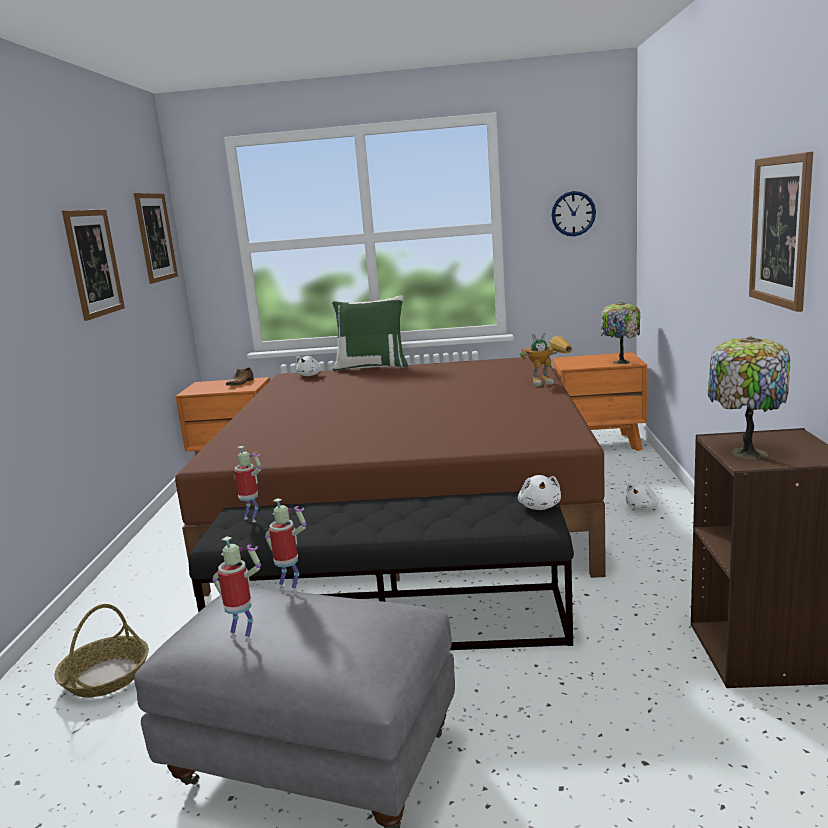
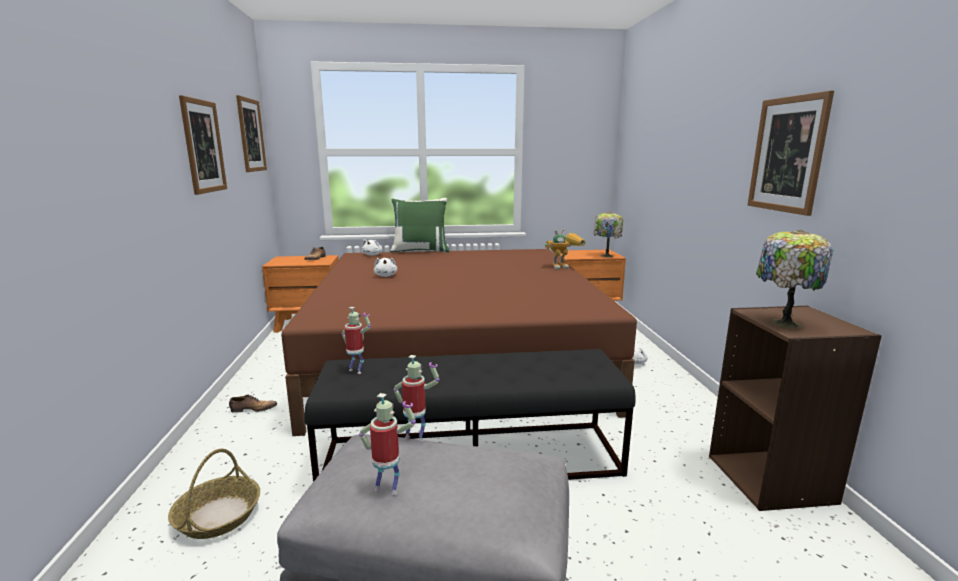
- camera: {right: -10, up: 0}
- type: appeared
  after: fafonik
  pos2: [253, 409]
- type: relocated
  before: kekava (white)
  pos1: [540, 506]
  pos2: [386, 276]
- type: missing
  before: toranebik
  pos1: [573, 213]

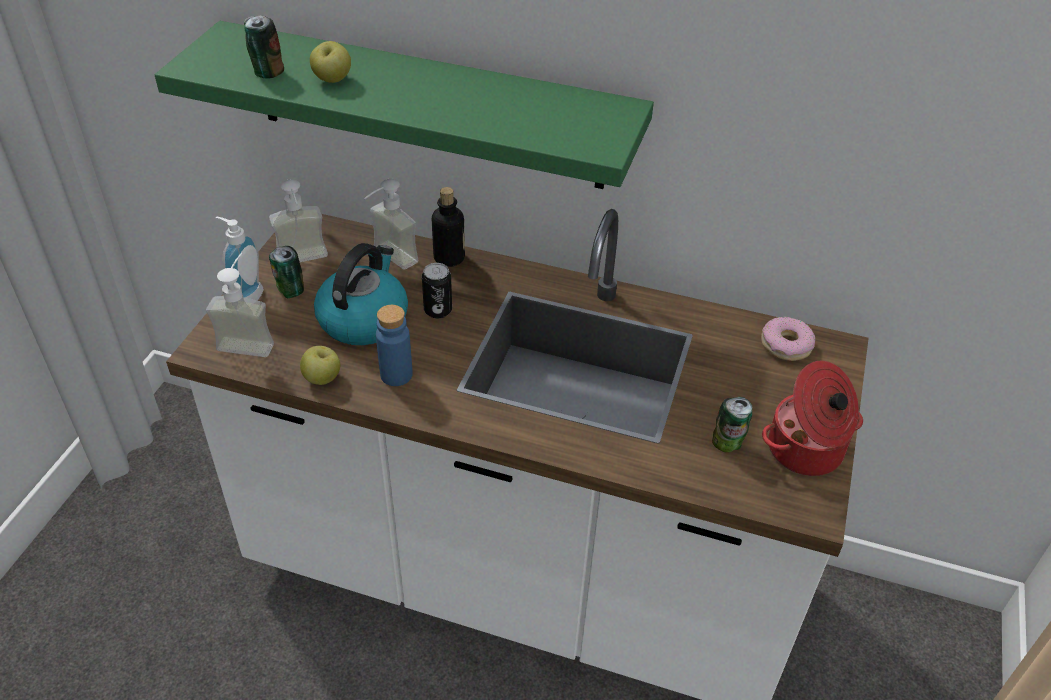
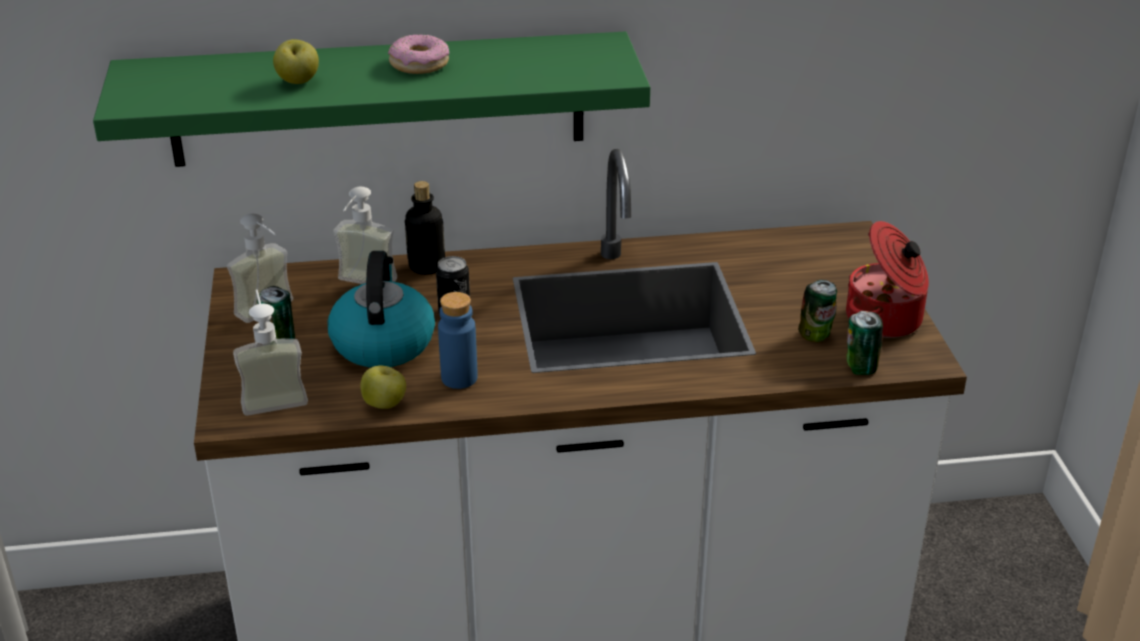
- camera: {right: -25, up: -10}
- type: relocated
  before: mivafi
  pos1: [785, 345]
  pos2: [419, 64]
- type: relocated
  before: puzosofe
  pos1: [267, 72]
  pos2: [860, 367]
- type: missing
  before: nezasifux
  pos1: [245, 296]

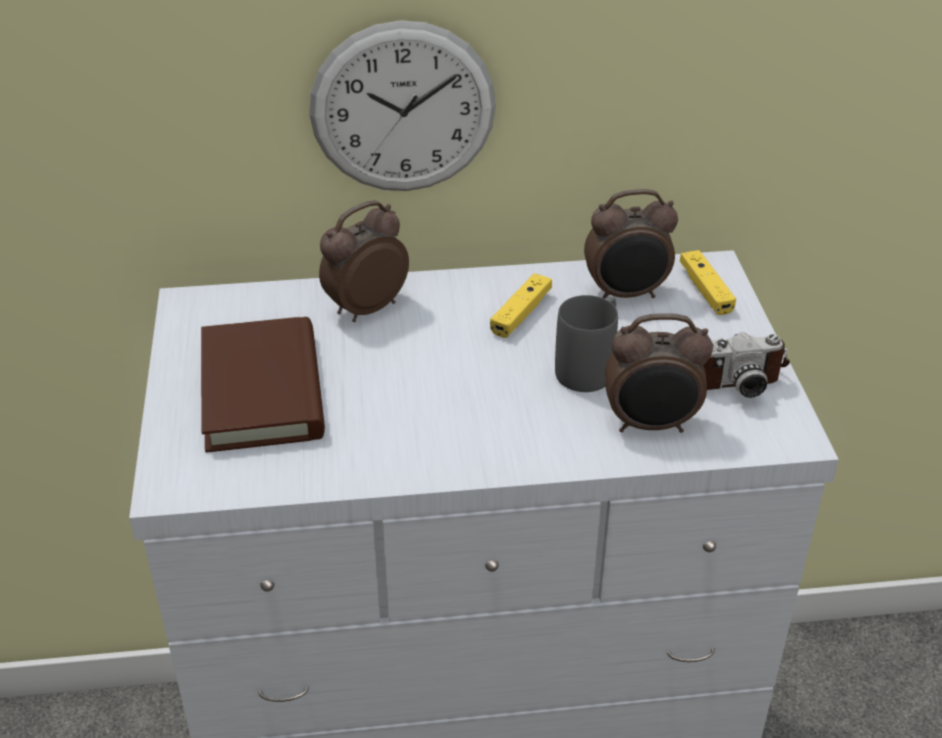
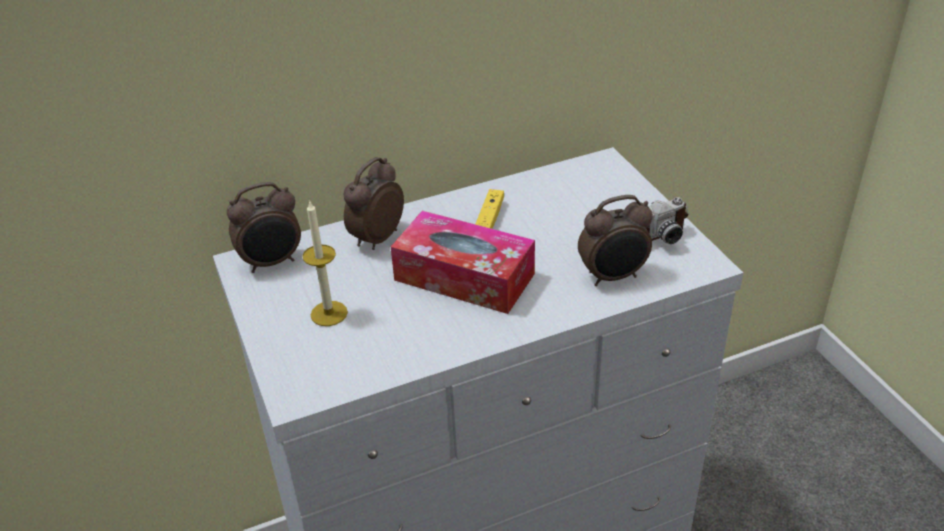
- camera: {right: -15, up: 0}
- type: relocated
  before: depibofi
  pos1: [626, 294]
  pos2: [272, 262]
- type: exchanged
  before: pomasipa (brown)
  after: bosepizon
  pos1: [262, 391]
  pos2: [329, 313]
- type: appeared
  after: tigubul
  pos2: [464, 277]
- type: missing
  before: toranebik
  pos1: [403, 109]
- type: missing
  before: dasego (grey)
  pos1: [590, 366]
- type: missing
  before: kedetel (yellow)
  pos1: [705, 290]

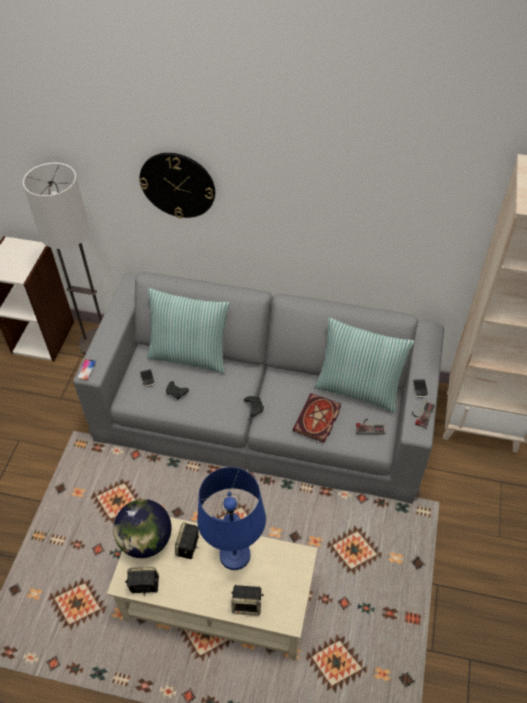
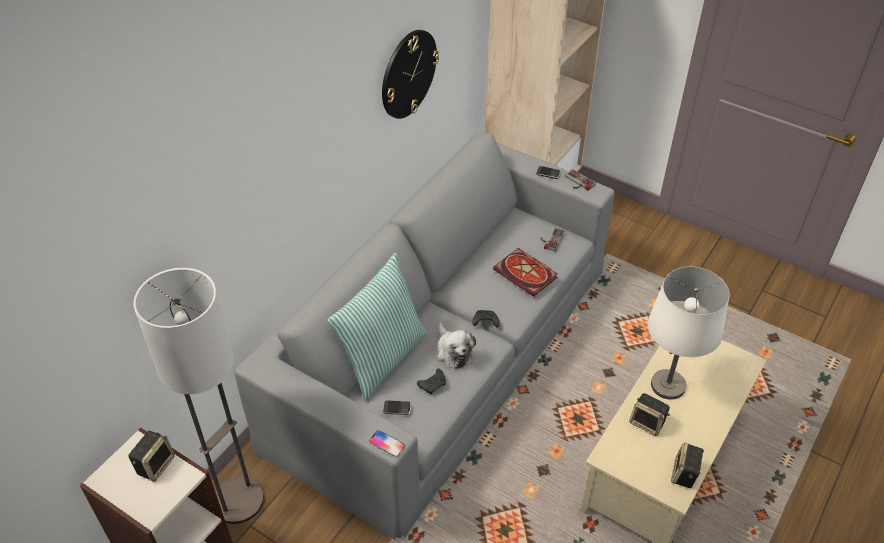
- camera: {right: -70, up: -5}
- type: relocated
  before: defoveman
  pos1: [247, 605]
  pos2: [155, 464]
- type: relocated
  before: toranebik
  pos1: [177, 185]
  pos2: [408, 74]
- type: appeared
  after: kekava
  pos2: [453, 351]
- type: colour
  before: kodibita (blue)
  after: kodibita (white)
  pos1: [235, 555]
  pos2: [667, 385]
- type: missing
  before: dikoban
  pos1: [145, 541]
- type: missing
  before: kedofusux
  pos1: [358, 389]

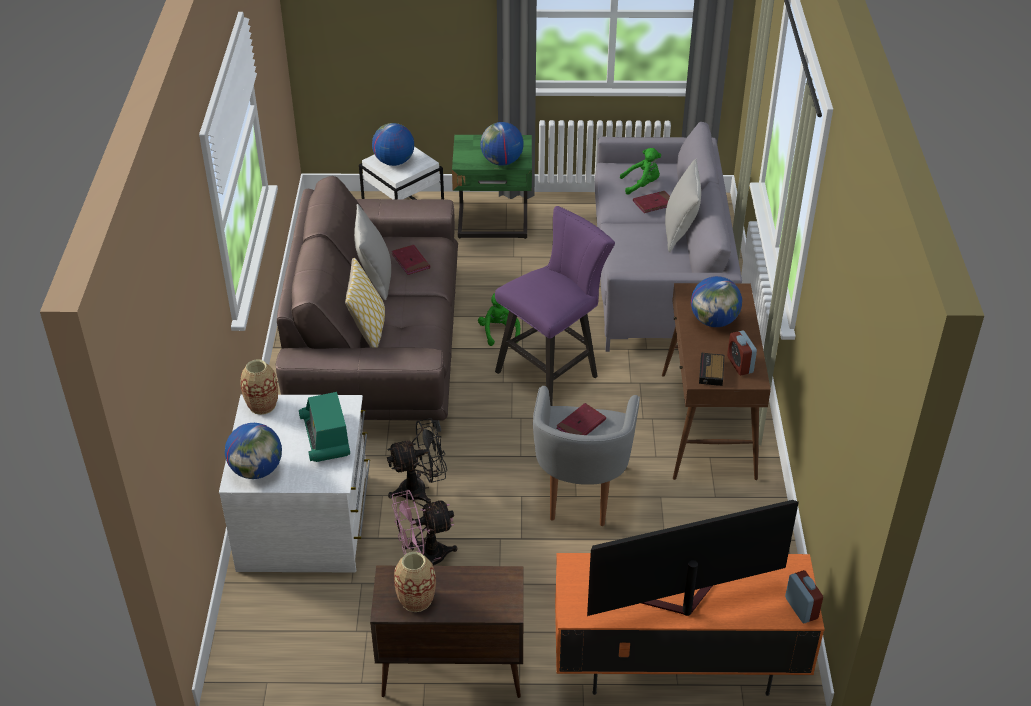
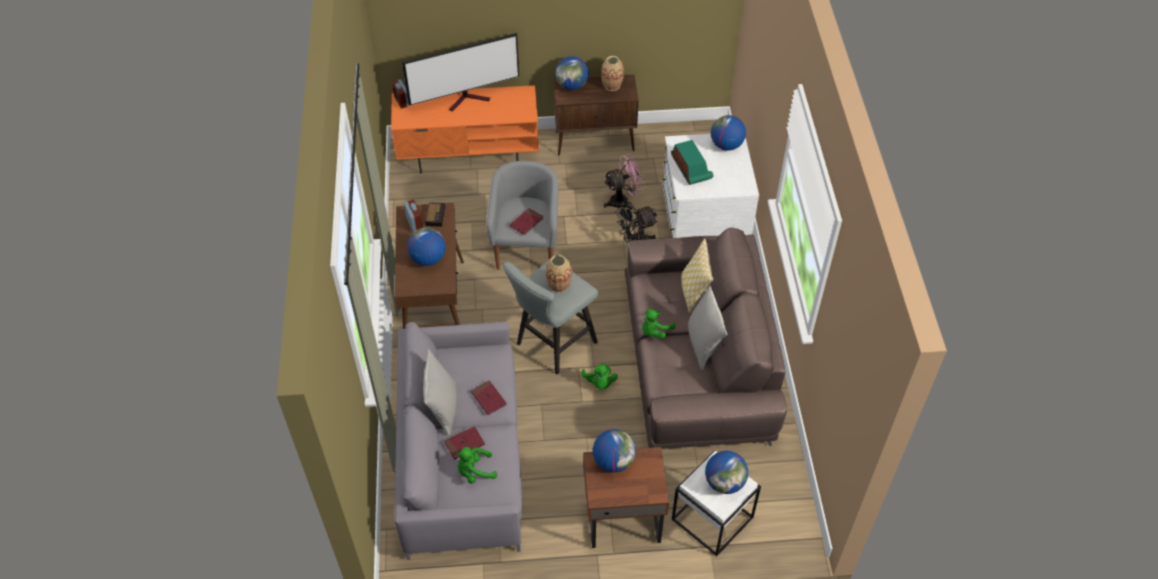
- camera: {right: 175, up: 10}
- type: relocated
  before: pomasipa (red)
  pos1: [410, 261]
  pos2: [488, 399]
- type: colour
  before: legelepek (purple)
  after: legelepek (grey)
  pos1: [552, 372]
  pos2: [552, 345]
- type: relocated
  before: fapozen
  pos1: [262, 405]
  pos2: [559, 285]
- type: appeared
  after: dikoban
  pos2: [572, 86]
- type: colour
  before: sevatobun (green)
  after: sevatobun (brown)
  pos1: [493, 224]
  pos2: [622, 519]
- type: appeared
  after: kekava (green)
  pos2: [655, 331]

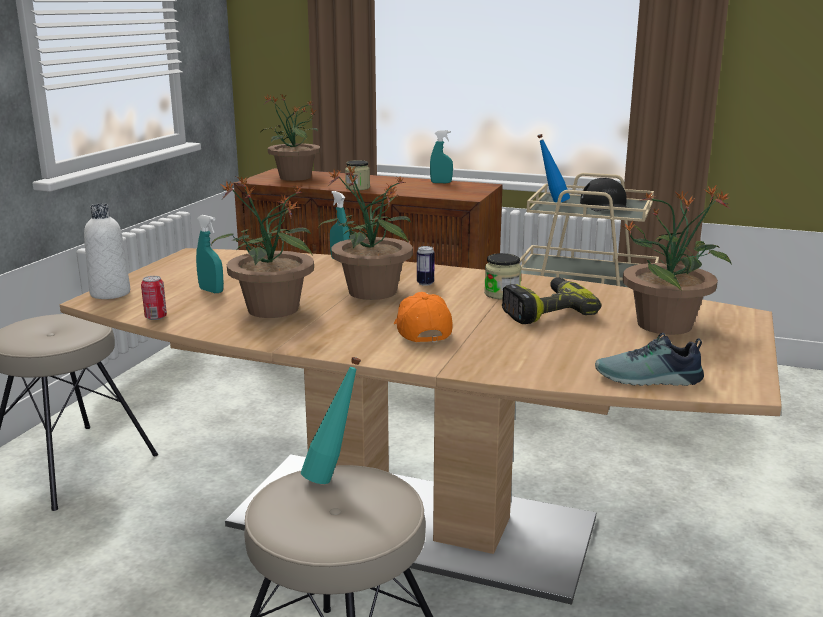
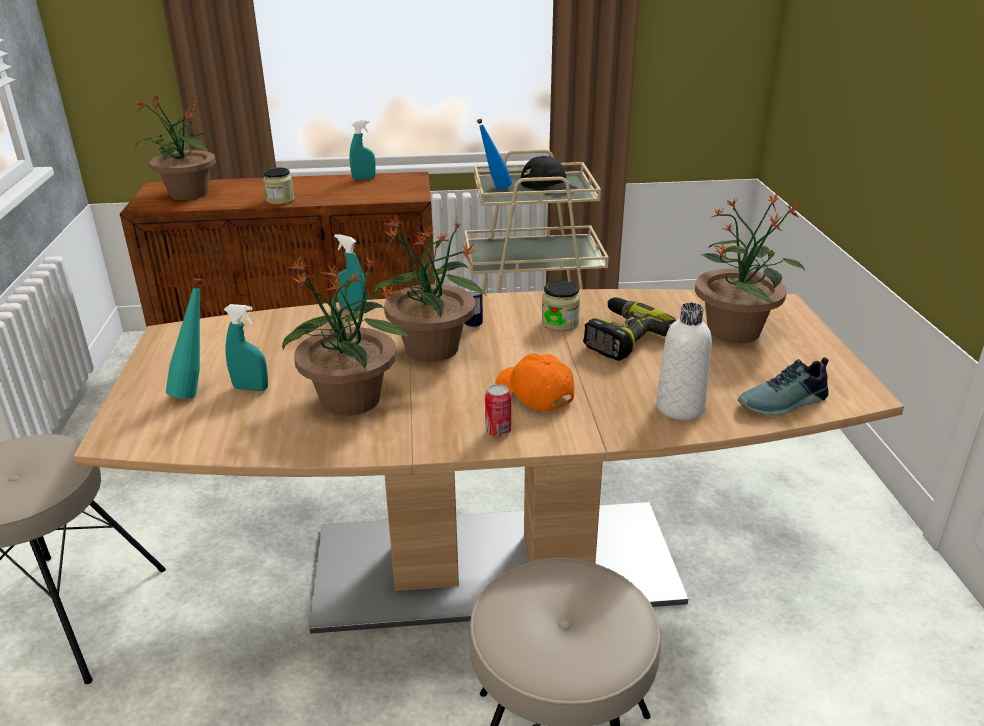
- camera: {right: -25, up: 10}
- type: relocated
  before: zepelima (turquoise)
  pos1: [333, 477]
  pos2: [196, 391]
- type: relocated
  before: puzosofe
  pos1: [156, 317]
  pos2: [498, 431]
- type: relocated
  before: zepelima (white)
  pos1: [110, 293]
  pos2: [680, 407]

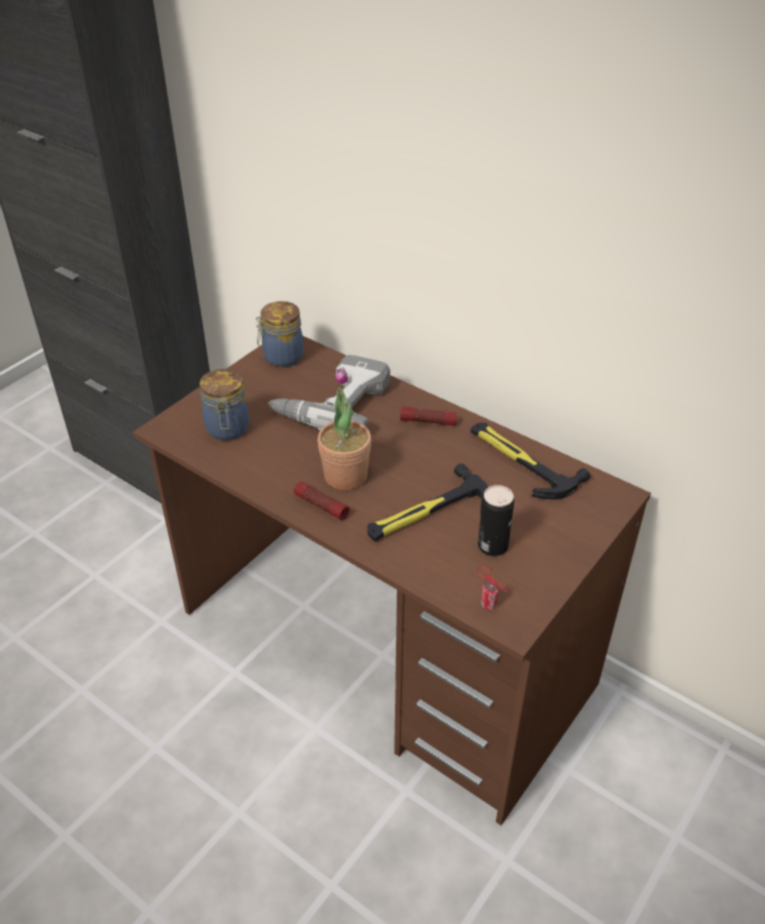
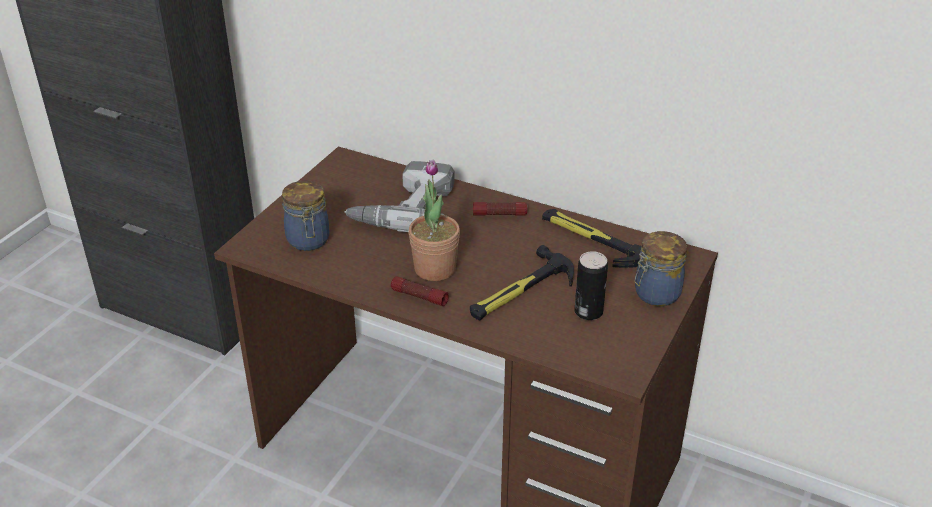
- camera: {right: -10, up: -5}
- type: relocated
  before: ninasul
  pos1: [281, 357]
  pos2: [655, 294]
- type: missing
  before: puzosofe
  pos1: [490, 606]

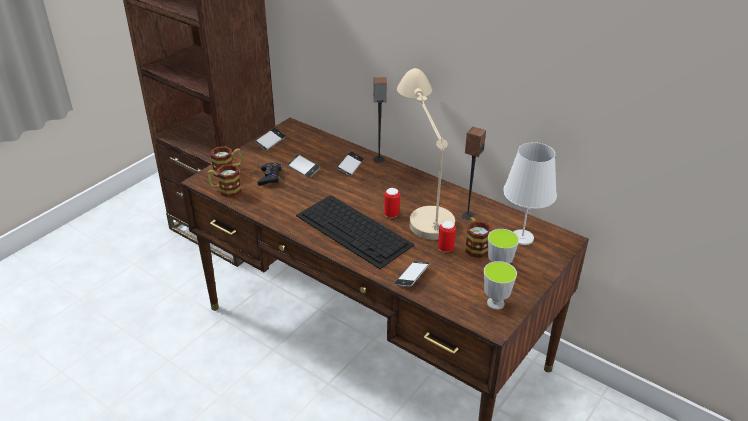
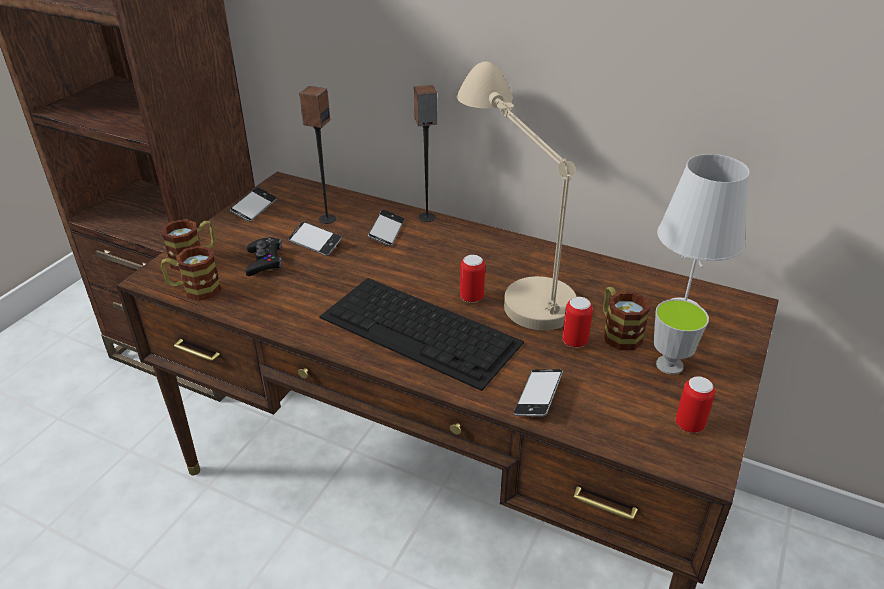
- camera: {right: -10, up: 0}
- type: relocated
  before: defoveman
  pos1: [467, 215]
  pos2: [326, 219]
- type: exchanged
  before: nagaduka
  after: puzosofe
  pos1: [495, 303]
  pos2: [689, 425]

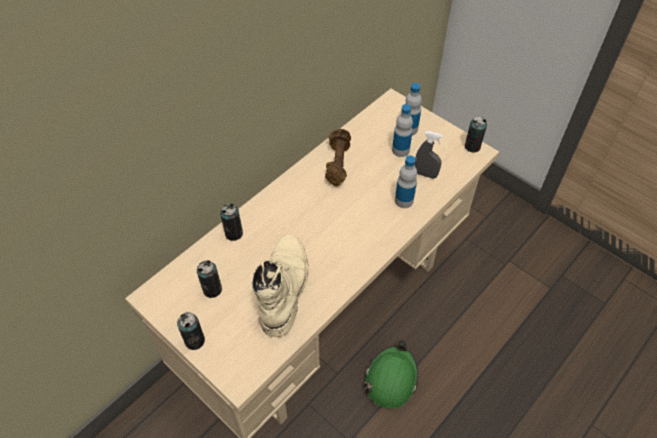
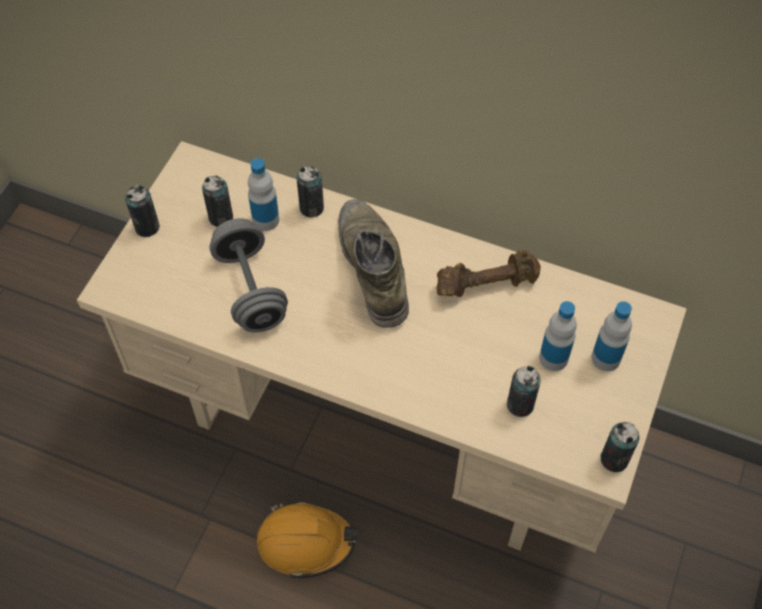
- camera: {right: 70, up: 5}
- type: exchanged
  before: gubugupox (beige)
  after: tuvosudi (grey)
  pos1: [284, 287]
  pos2: [250, 290]
- type: relocated
  before: zepelima
  pos1: [404, 200]
  pos2: [265, 220]
- type: colour
  before: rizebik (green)
  after: rizebik (orange)
  pos1: [391, 379]
  pos2: [306, 542]
- type: appeared
  after: gubugupox (green)
  pos2: [373, 266]
- type: exchanged
  before: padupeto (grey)
  after: puzosofe
  pos1: [425, 174]
  pos2: [520, 405]

